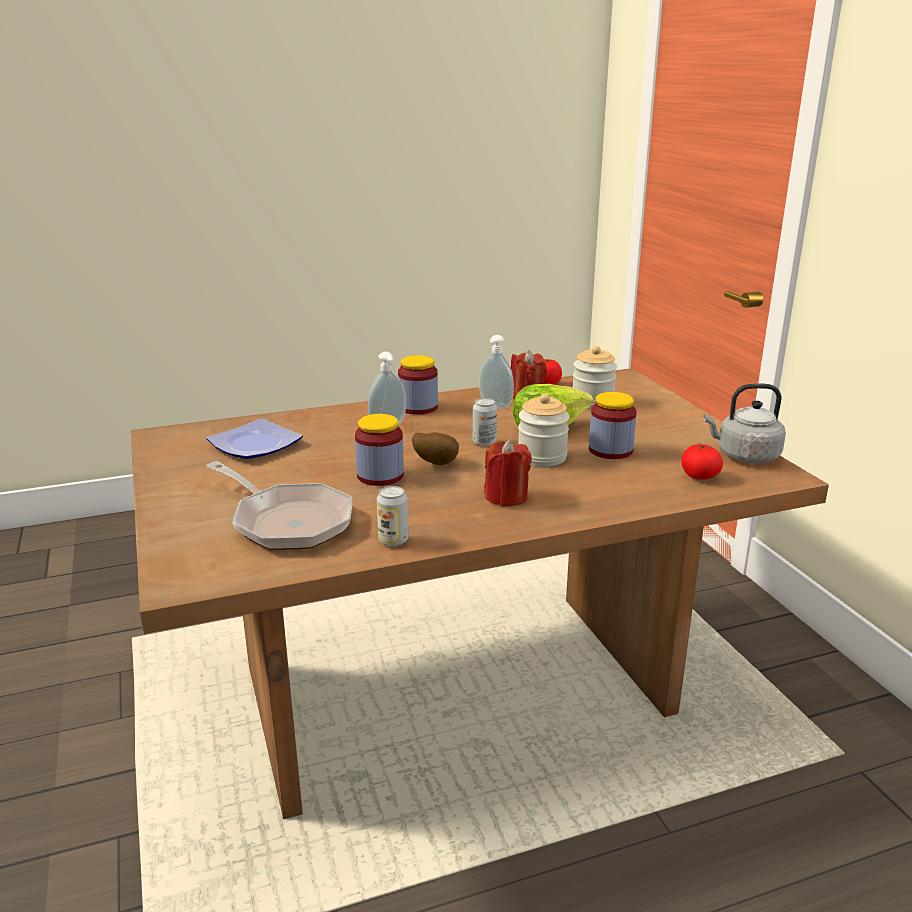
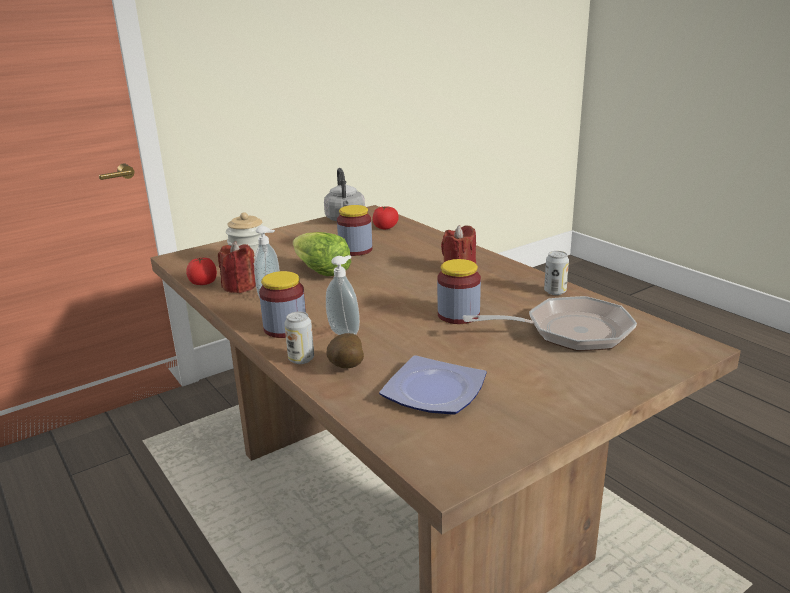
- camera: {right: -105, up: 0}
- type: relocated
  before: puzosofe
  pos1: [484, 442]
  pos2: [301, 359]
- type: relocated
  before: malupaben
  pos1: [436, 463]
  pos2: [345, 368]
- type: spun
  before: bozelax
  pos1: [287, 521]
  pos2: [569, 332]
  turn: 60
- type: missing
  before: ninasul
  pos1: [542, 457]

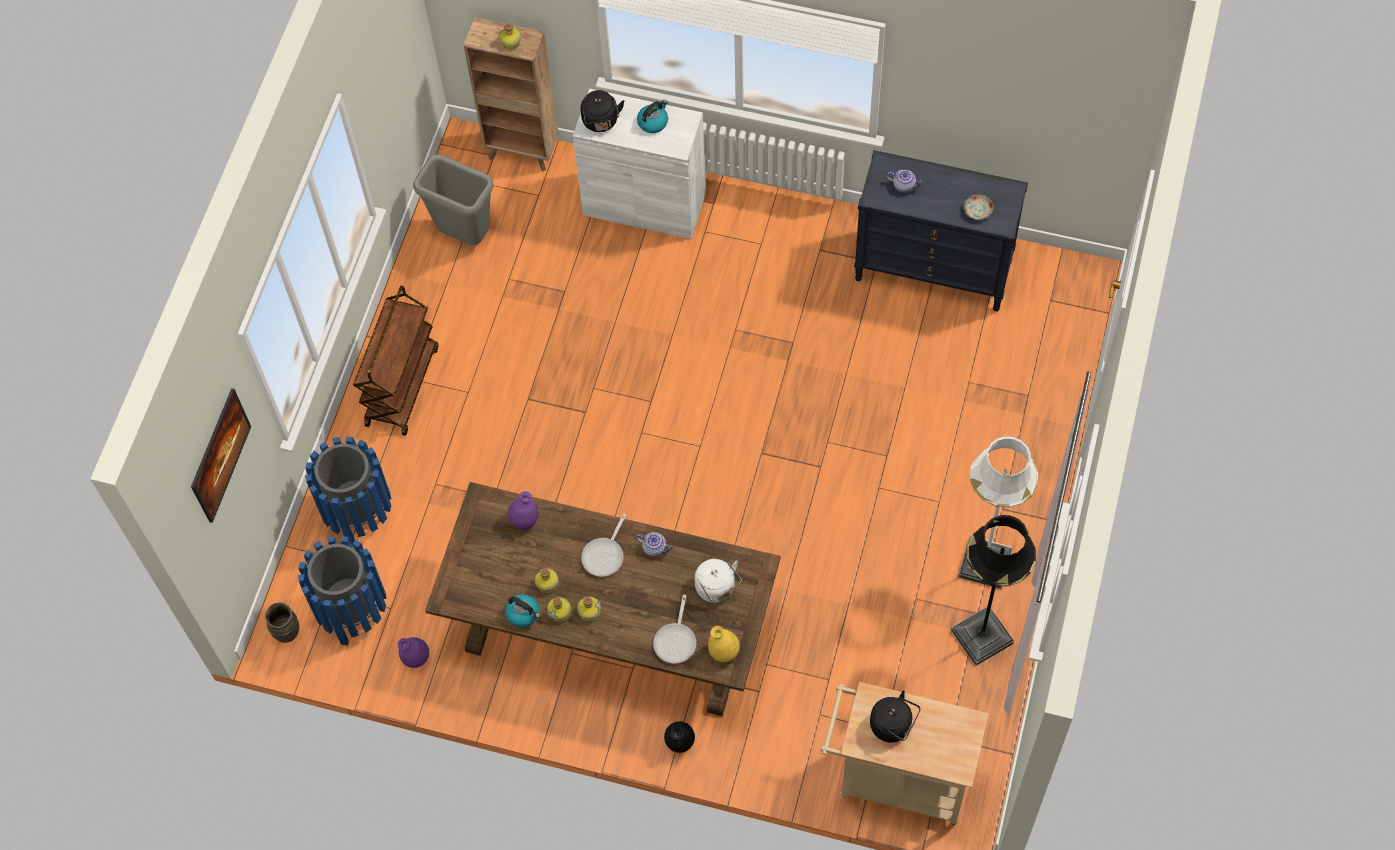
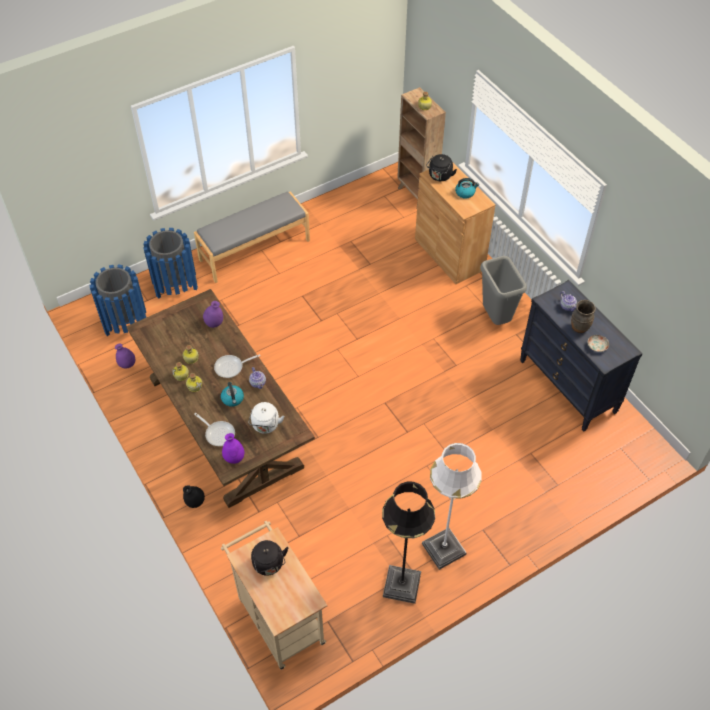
- camera: {right: 40, up: -10}
- type: exchanged
  before: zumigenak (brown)
  after: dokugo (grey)
  pos1: [402, 385]
  pos2: [254, 250]
- type: spun
  before: bozelax
  pos1: [676, 640]
  pos2: [218, 433]
  turn: -105
- type: relocated
  before: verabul
  pos1: [523, 613]
  pos2: [233, 399]
- type: colour
  before: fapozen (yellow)
  after: fapozen (purple)
  pos1: [724, 652]
  pos2: [234, 458]
- type: colour
  before: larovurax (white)
  after: larovurax (brown)
  pos1: [644, 204]
  pos2: [449, 254]
- type: relocated
  before: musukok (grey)
  pos1: [465, 235]
  pos2: [496, 318]
- type: relocated
  before: fapozen (brown)
  pos1: [286, 632]
  pos2: [579, 327]
- type: missing
  before: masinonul
  pos1: [224, 464]

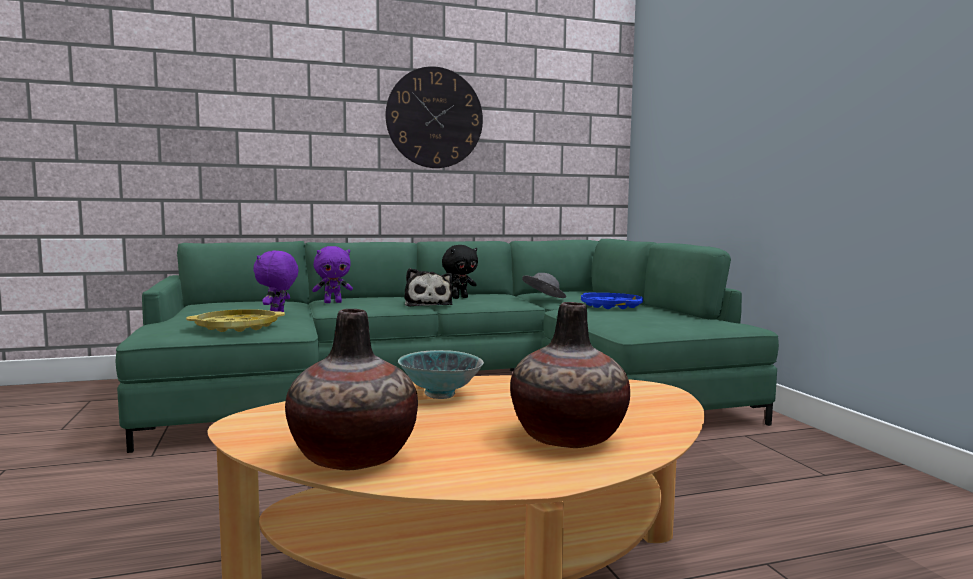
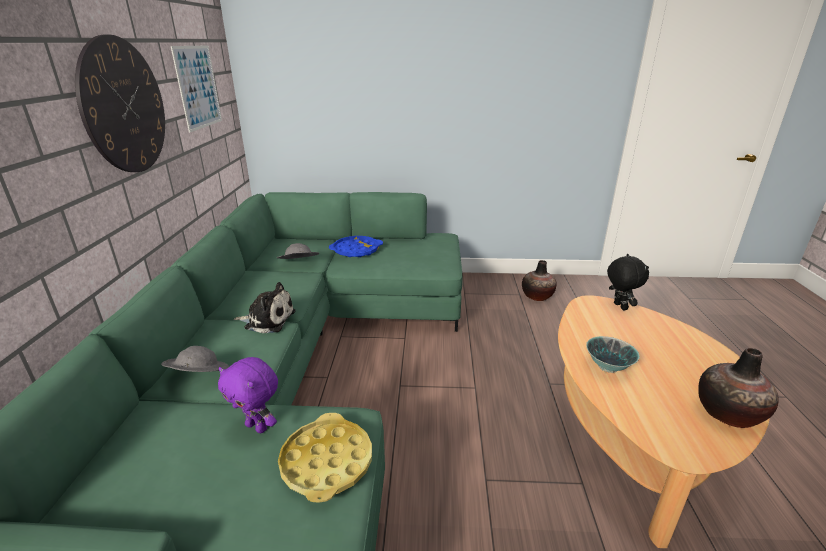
- camera: {right: -70, up: 20}
- type: exchanged
  before: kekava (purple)
  after: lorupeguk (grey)
  pos1: [333, 302]
  pos2: [198, 377]
- type: appeared
  after: masinonul
  pos2: [198, 87]
- type: relocated
  before: fapozen
  pos1: [567, 437]
  pos2: [537, 296]
- type: relocated
  before: kekava (black)
  pos1: [459, 298]
  pos2: [619, 306]

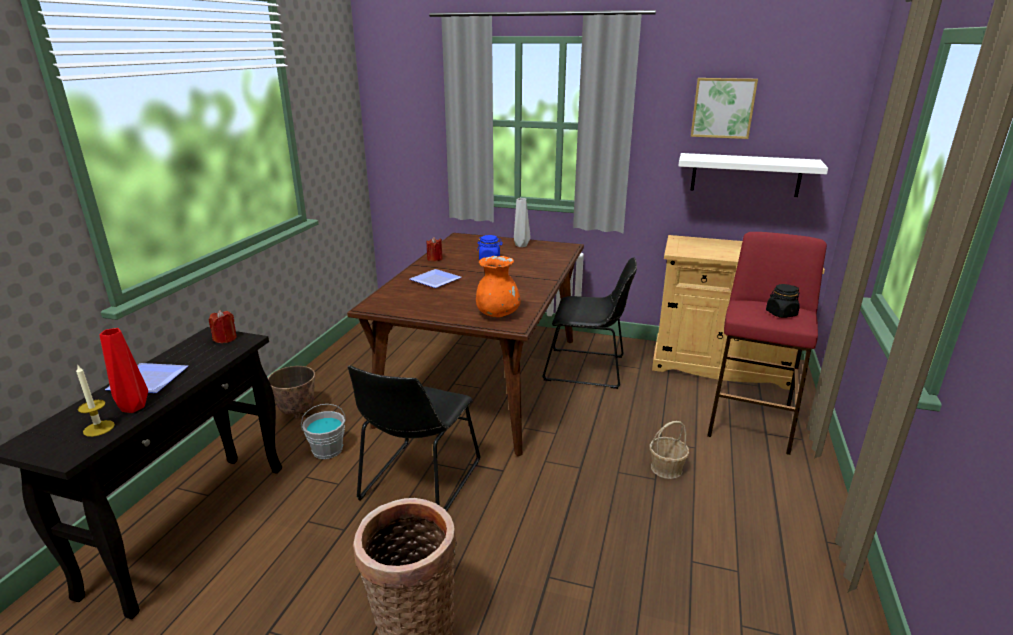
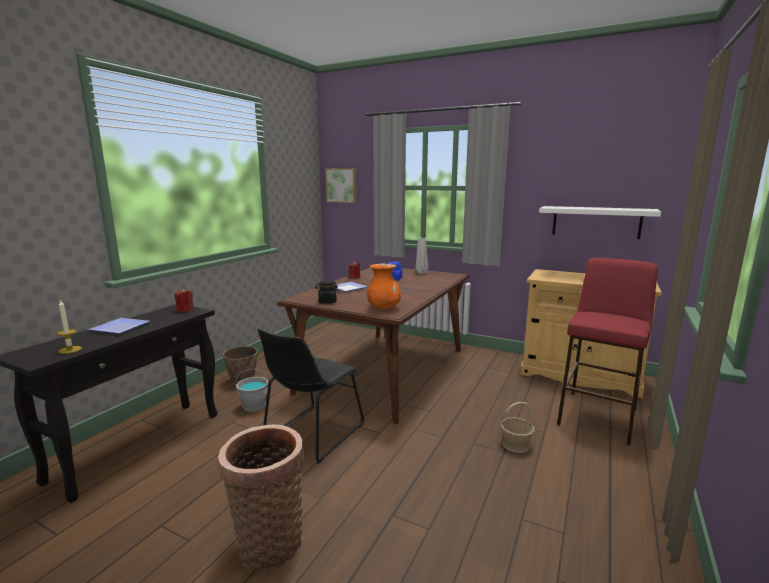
- camera: {right: 10, up: -10}
- type: relocated
  before: ninasul (black)
  pos1: [781, 314]
  pos2: [327, 302]
- type: relocated
  before: masinonul
  pos1: [723, 108]
  pos2: [341, 185]
- type: missing
  before: fapozen (red)
  pos1: [133, 407]
- type: missing
  before: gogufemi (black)
  pos1: [588, 368]

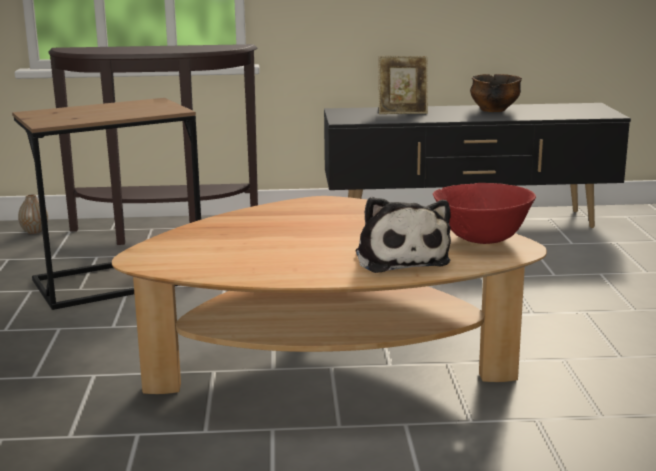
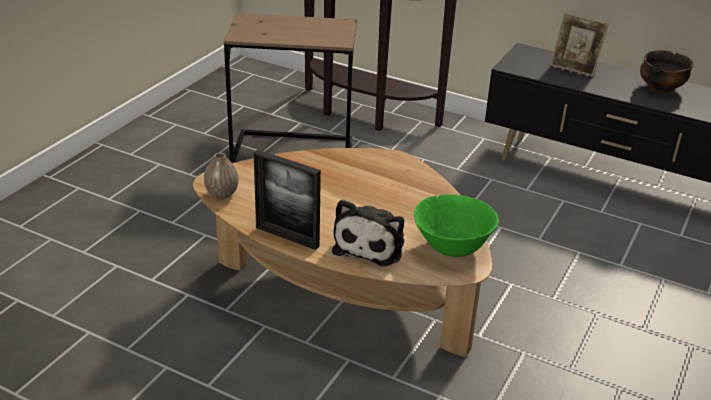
- camera: {right: 30, up: 15}
- type: relocated
  before: fapozen
  pos1: [34, 231]
  pos2: [222, 194]
- type: appeared
  after: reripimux
  pos2: [287, 237]
- type: colour
  before: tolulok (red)
  after: tolulok (green)
  pos1: [482, 241]
  pos2: [452, 248]

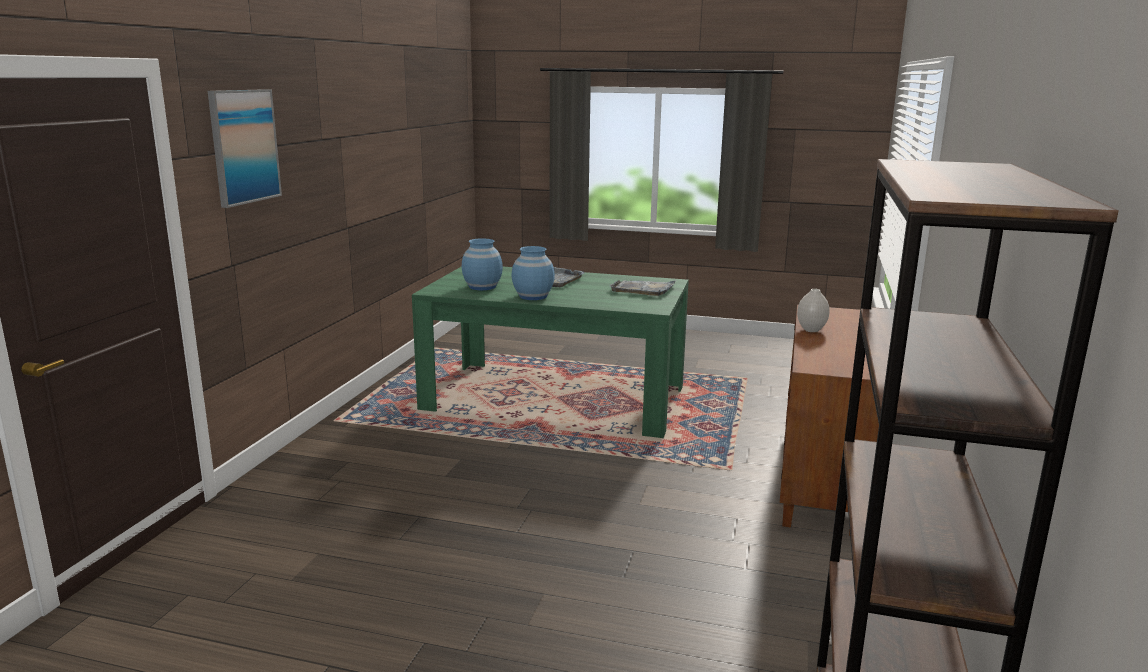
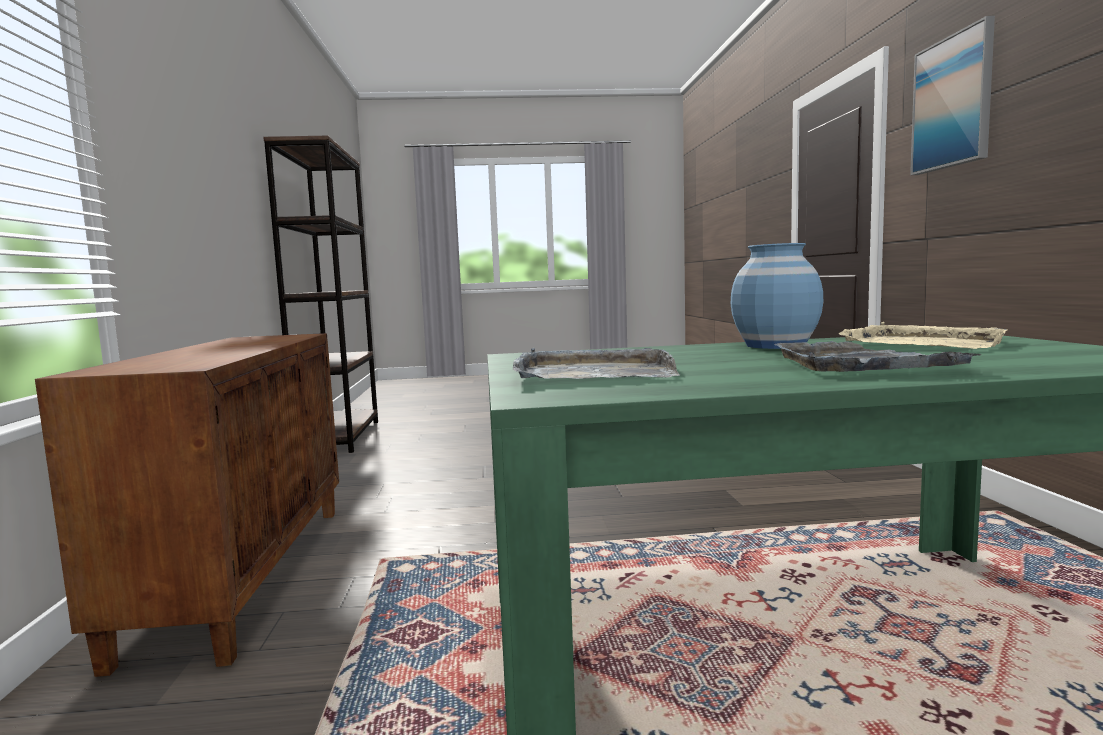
- camera: {right: 160, up: -10}
- type: exchanged
  before: fapozen (blue)
  after: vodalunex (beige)
  pos1: [482, 287]
  pos2: [921, 343]
- type: missing
  before: fapozen (white)
  pos1: [811, 330]

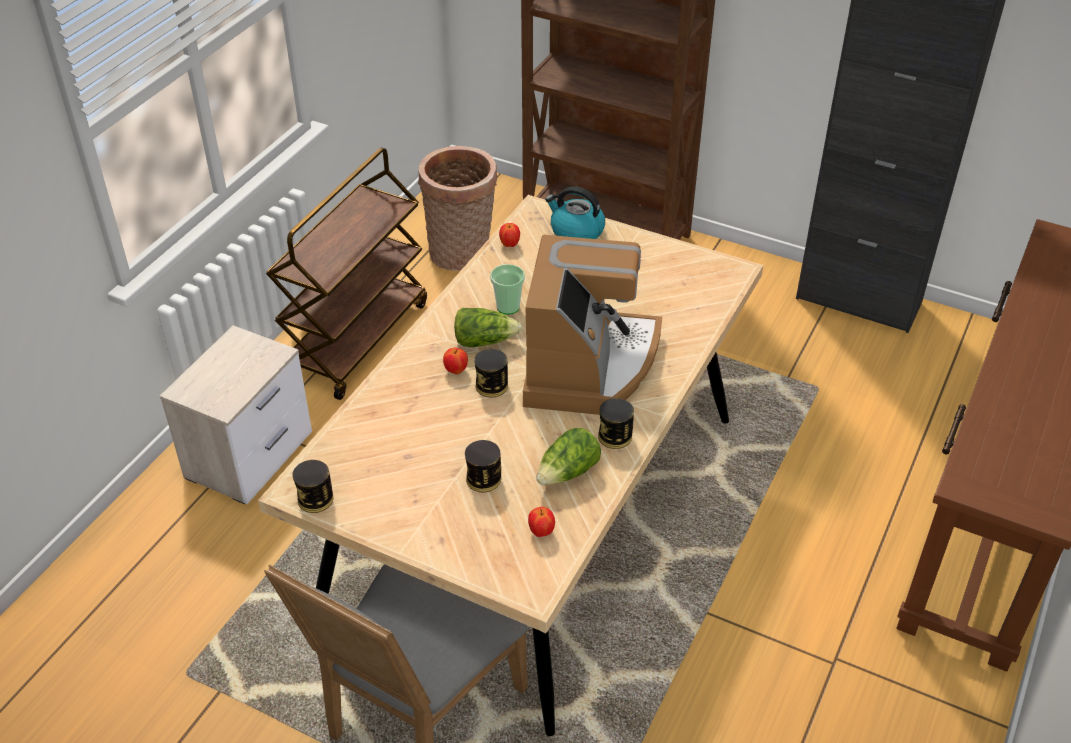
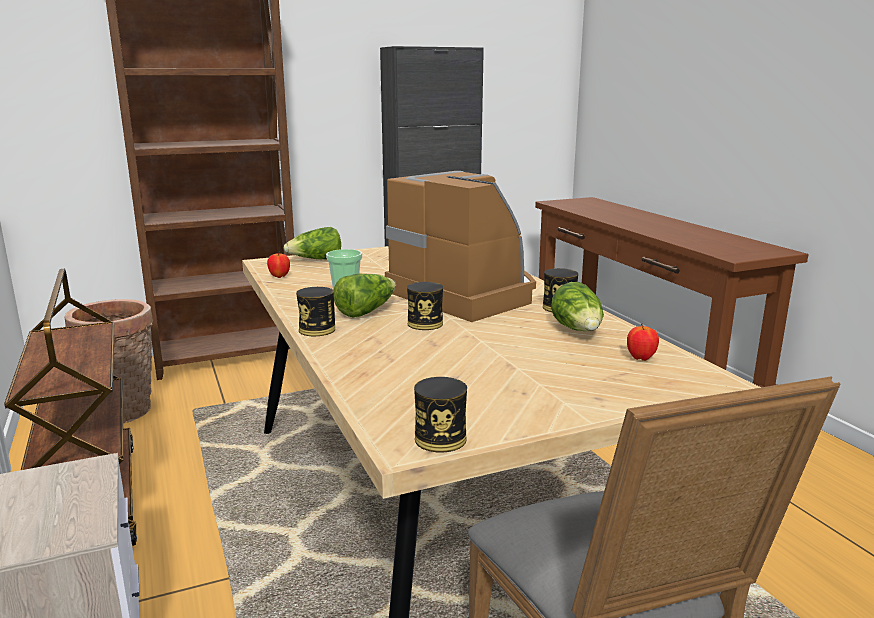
- camera: {right: -50, up: -25}
- type: exchanged
  before: verabul
  after: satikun
  pos1: [576, 231]
  pos2: [316, 260]
- type: relocated
  before: puzosofe
  pos1: [483, 479]
  pos2: [317, 330]
- type: missing
  before: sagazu
  pos1: [456, 370]

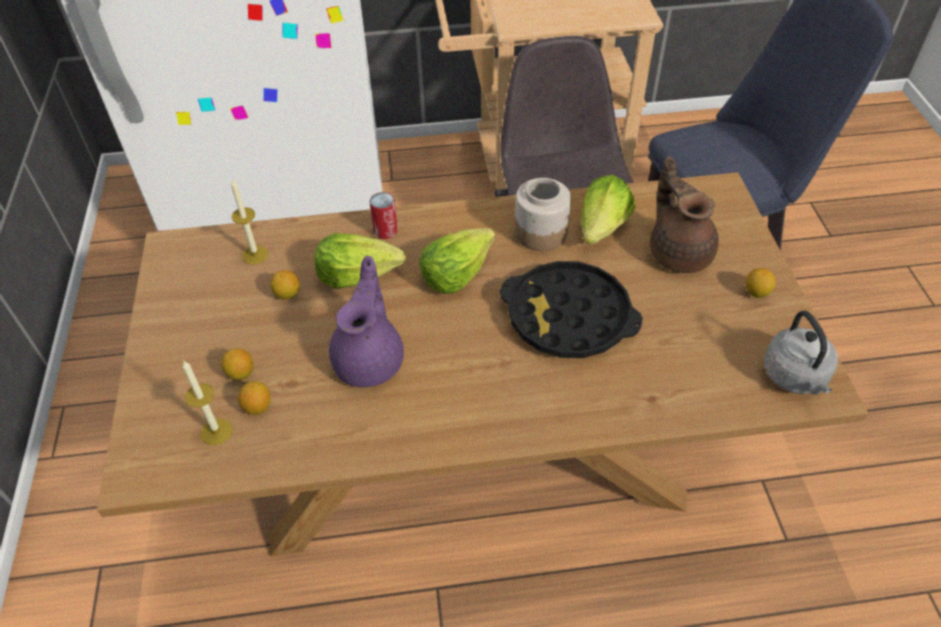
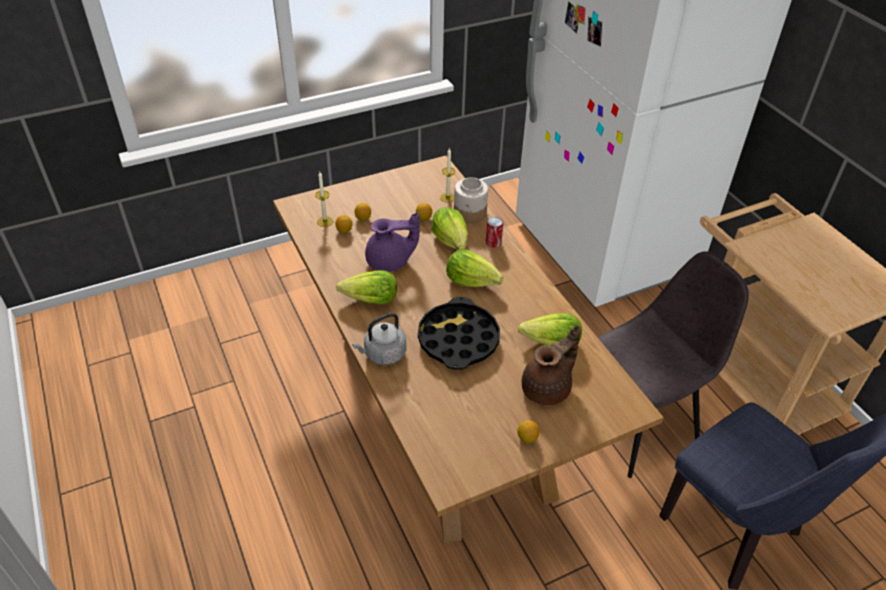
- camera: {right: 70, up: -5}
- type: appeared
  after: satikun
  pos2: [370, 300]
- type: relocated
  before: verabul (grey)
  pos1: [795, 377]
  pos2: [383, 354]
- type: relocated
  before: ninasul
  pos1: [541, 233]
  pos2: [470, 213]

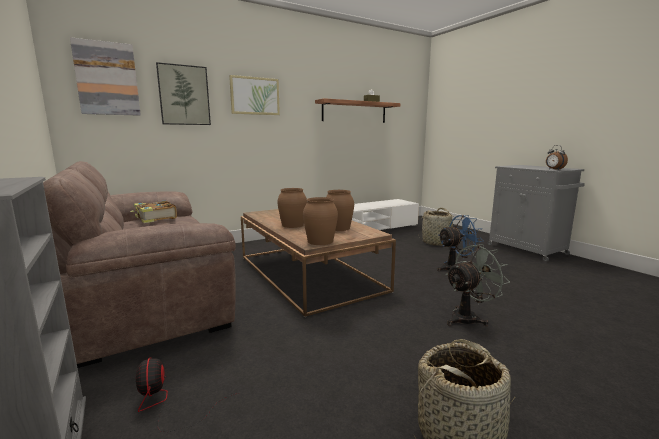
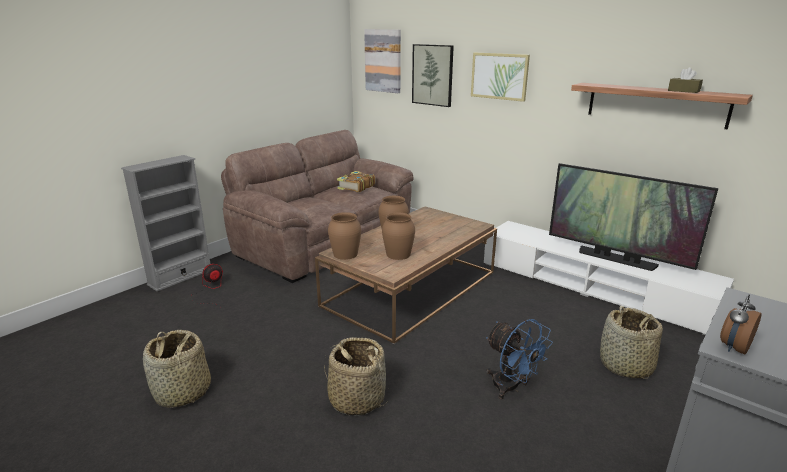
- camera: {right: 70, up: 10}
- type: exchanged
  before: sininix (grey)
  after: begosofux
  pos1: [469, 317]
  pos2: [356, 398]
- type: appeared
  after: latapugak
  pos2: [616, 259]

